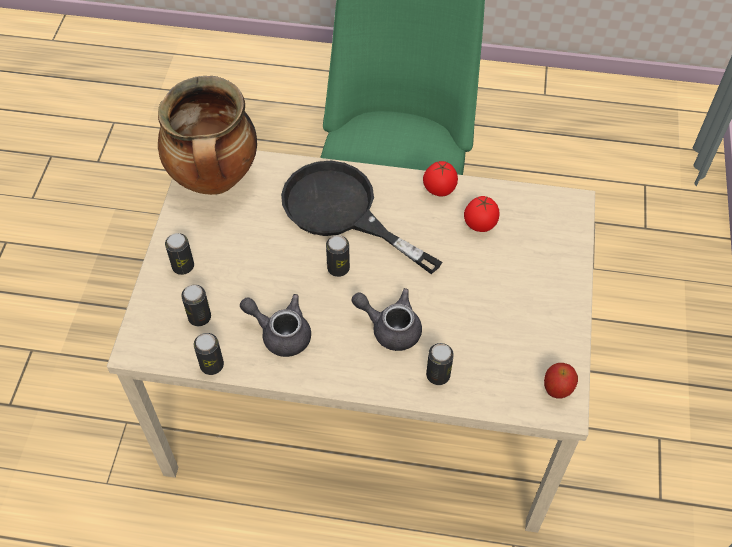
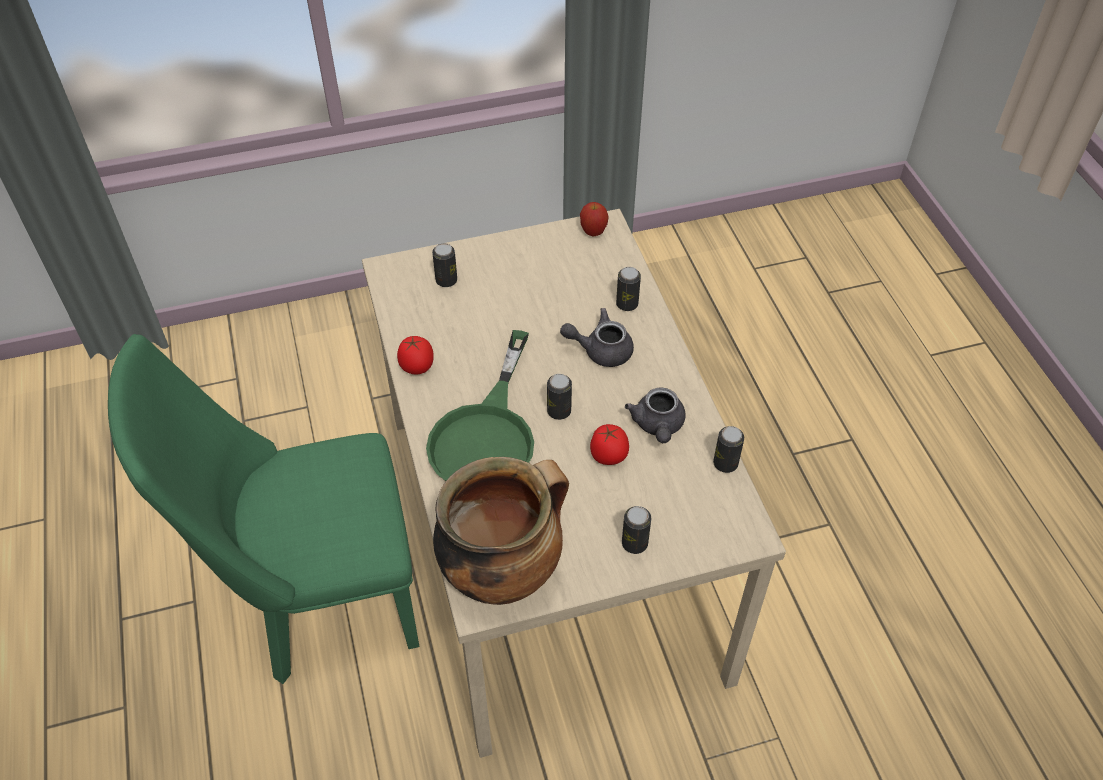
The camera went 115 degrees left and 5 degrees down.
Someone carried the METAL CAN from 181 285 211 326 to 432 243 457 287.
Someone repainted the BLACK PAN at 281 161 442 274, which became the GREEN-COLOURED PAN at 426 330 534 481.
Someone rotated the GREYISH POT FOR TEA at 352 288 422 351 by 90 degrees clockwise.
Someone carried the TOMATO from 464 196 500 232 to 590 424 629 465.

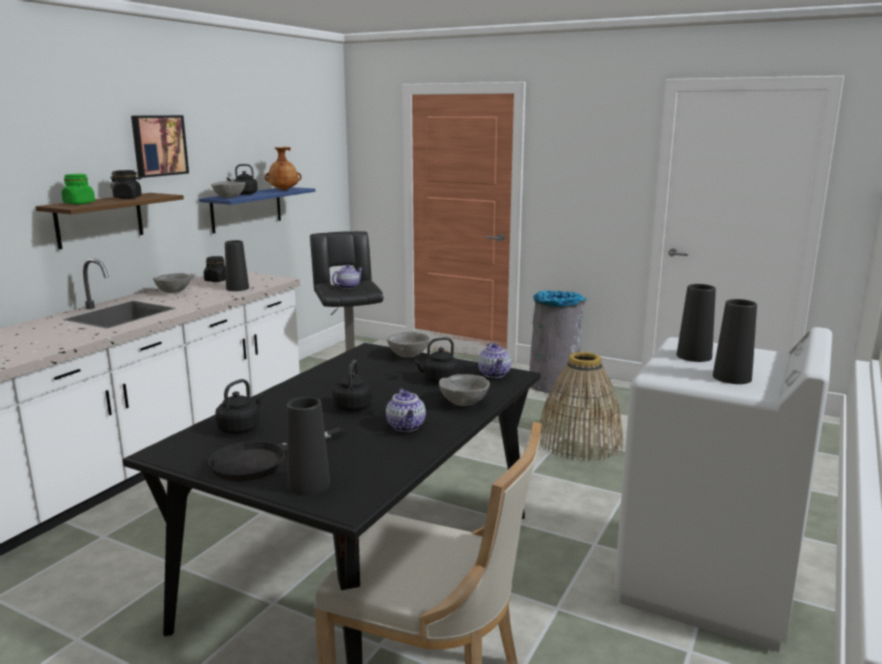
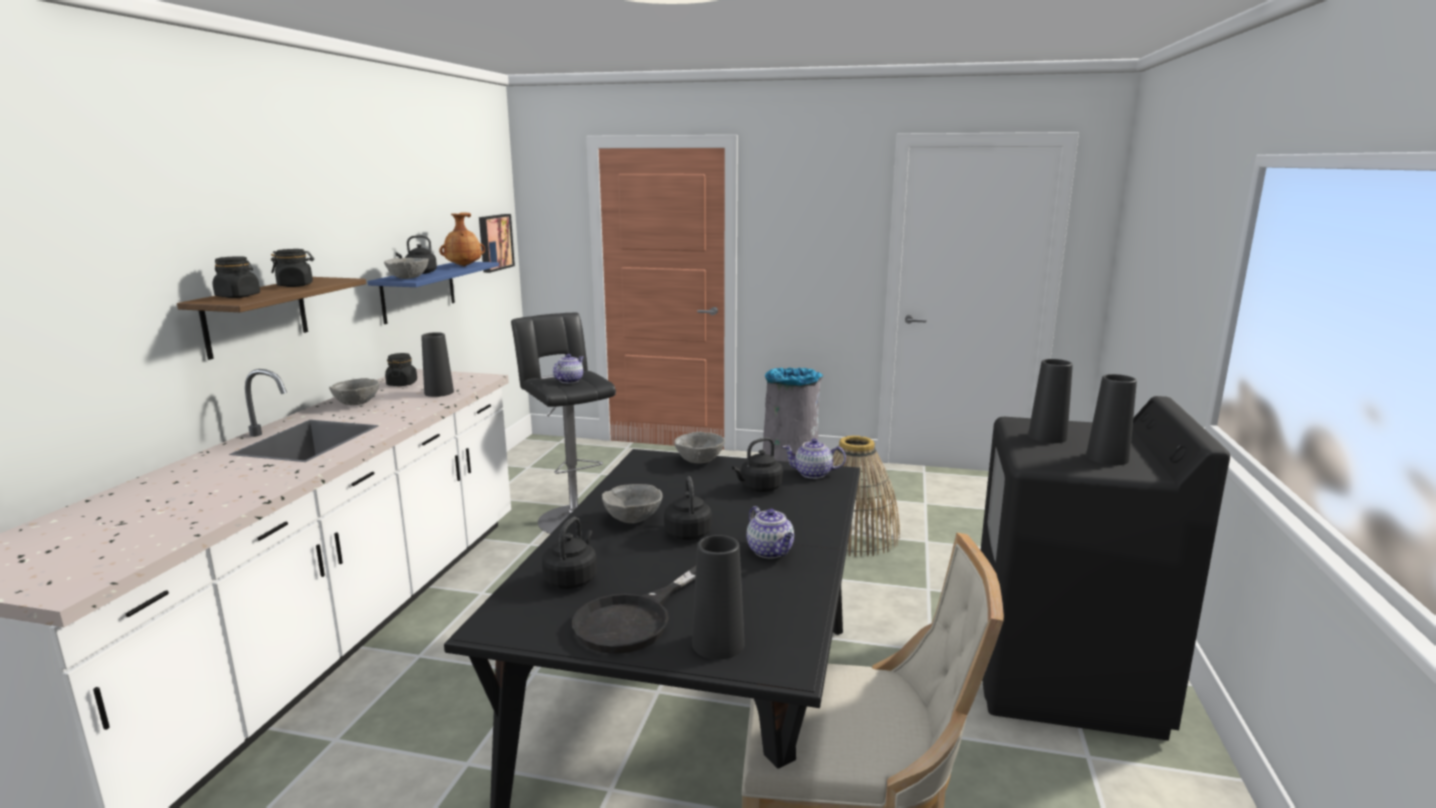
The camera went 15 degrees left and 0 degrees up.
Someone repainted the GREEN-COLOURED JAR at 61 174 95 204, which became the BLACK JAR at 212 256 260 298.
Someone carried the WALL PICTURE from 131 115 189 178 to 479 214 515 273.
Someone carried the GREYISH BOWL from 439 374 490 406 to 602 484 663 523.
Someone rotated the POT FOR TEA at 478 343 511 378 by 120 degrees clockwise.
Someone repainted the WHITE LAUNDRY MACHINE at 614 327 832 652, which became the BLACK LAUNDRY MACHINE at 981 396 1230 741.

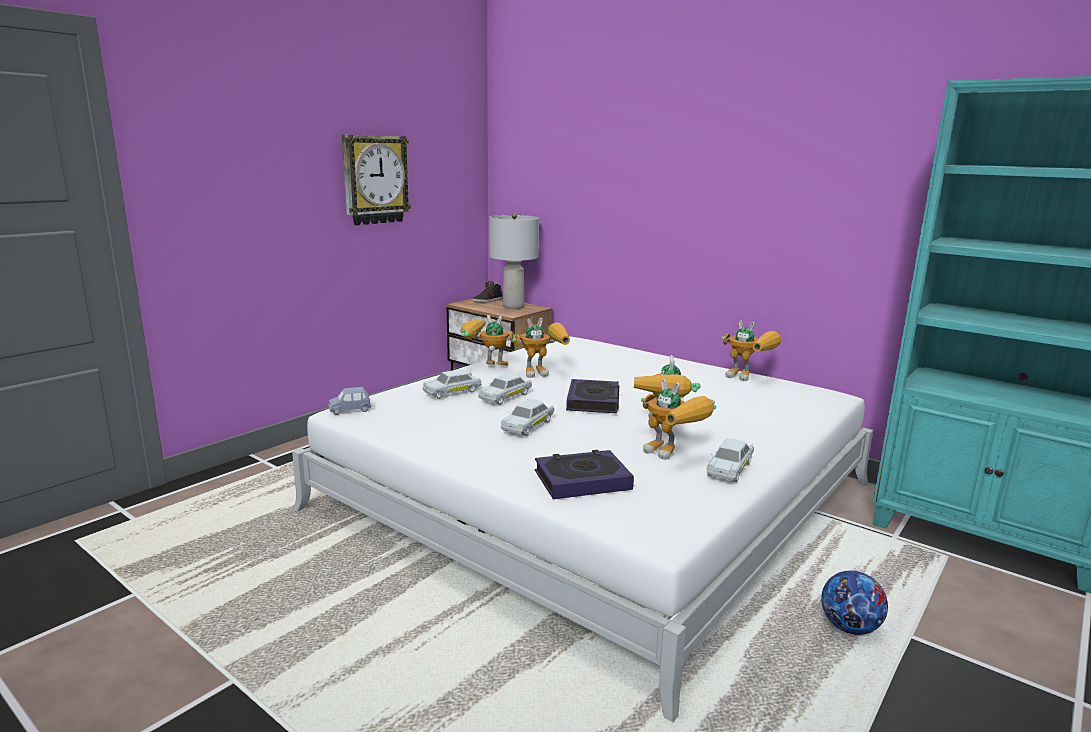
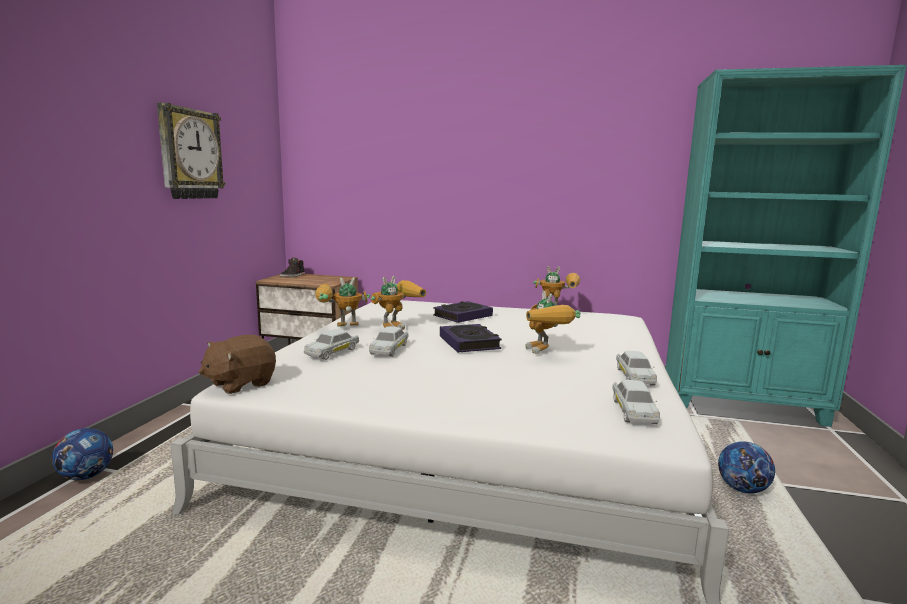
The camera went 25 degrees left and 5 degrees down.
Someone swapped the BLUE-COLOURED TOY CAR at 328 387 371 415 for the BROWNISH CUDDLY TOY at 199 335 276 394.
Someone took away the GREYISH LAMP FOR A TABLE at 489 213 539 309.
Someone carried the WHITE TOY CAR from 501 399 554 436 to 612 380 660 424.
Someone carried the VOLUME from 535 450 634 499 to 433 301 493 323.
Someone took away the MODEL ROBOT at 641 378 716 460.
Someone put down the BALL FOR FOOTBALL at 52 428 113 480.

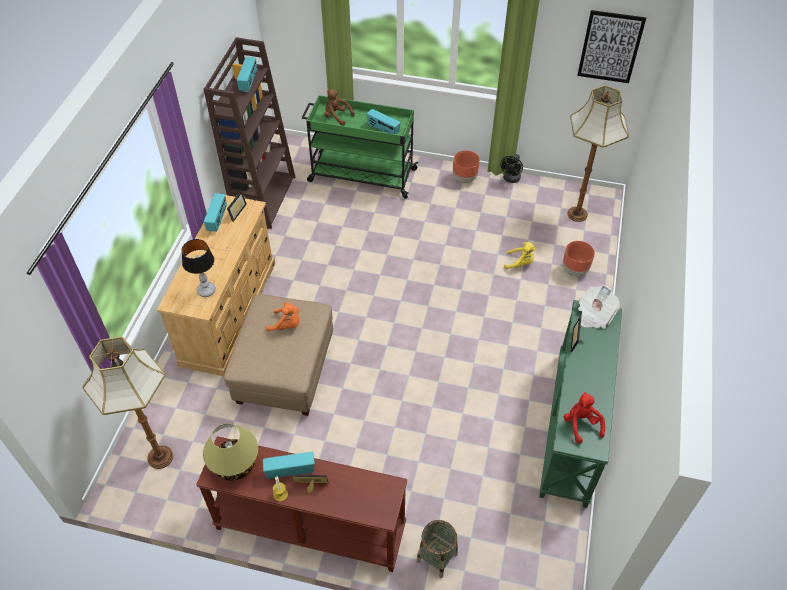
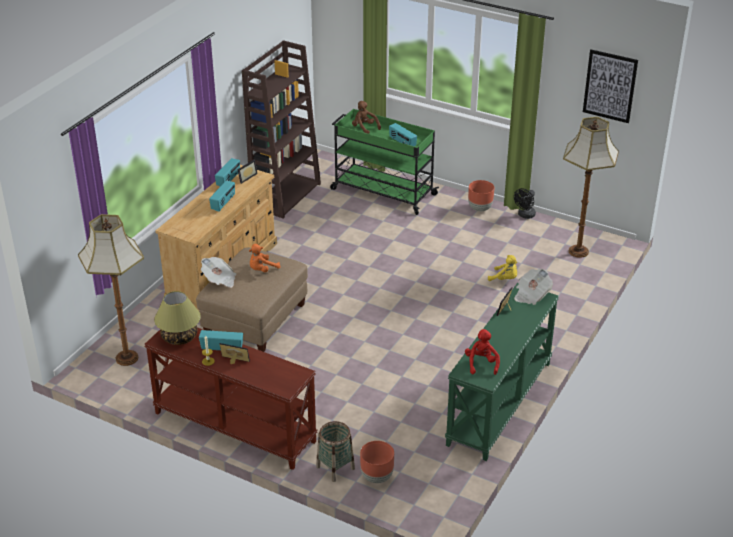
The camera went 15 degrees right and 15 degrees down.
Someone took away the LAMP FOR A TABLE at 181 239 216 297.
Someone carried the RADIO from 237 57 257 92 to 209 180 235 212.
Someone rotated the ORANGE CUDDLY TOY at 265 302 299 331 by 105 degrees clockwise.
Someone carried the BROWNISH PLANTER from 563 241 595 276 to 360 441 394 483.
Someone put down the DAILY PAPER at 201 257 236 288.

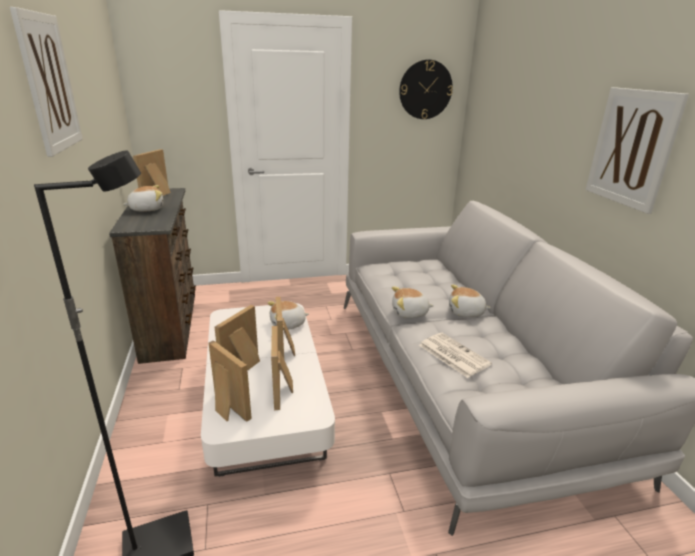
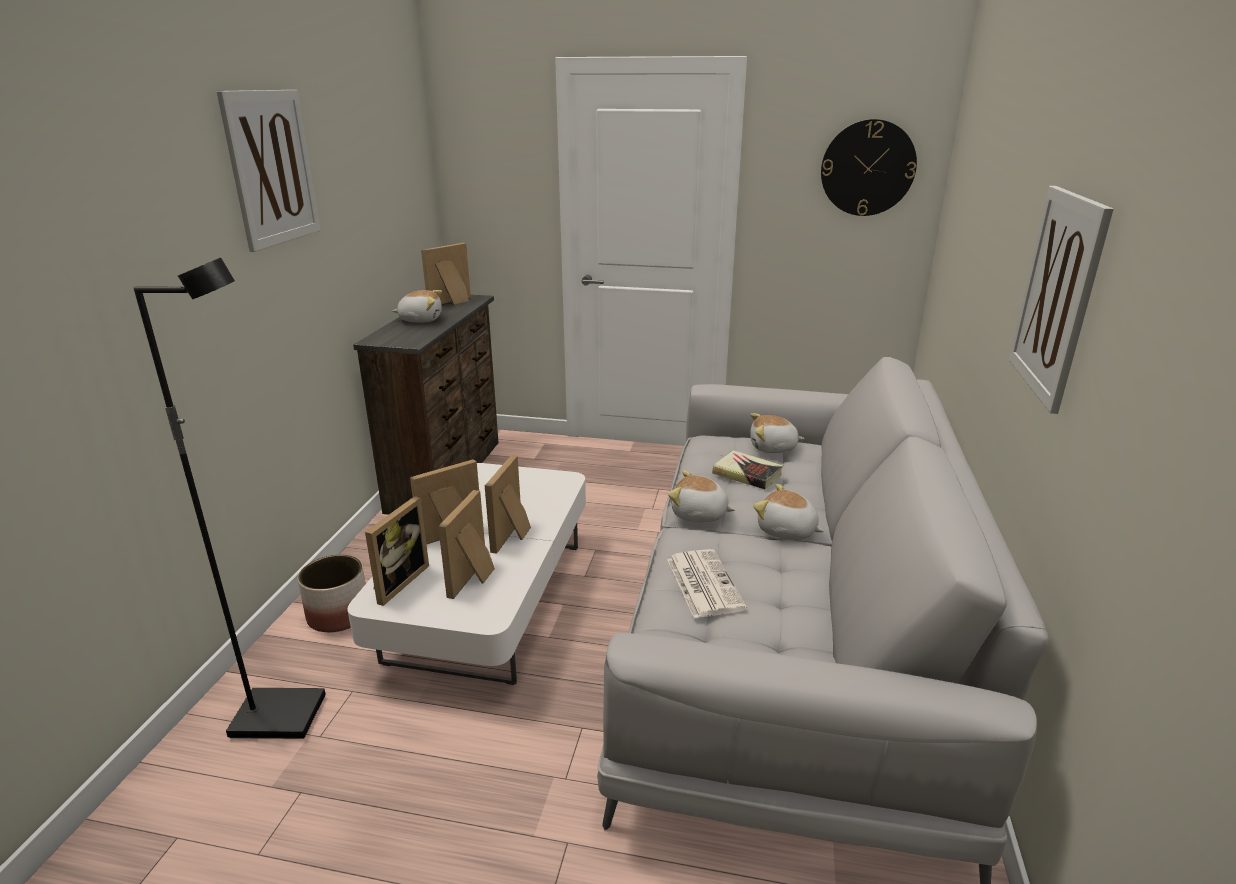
The camera went 25 degrees right and 0 degrees up.
Someone rotated the PHOTO FRAME at 209 340 252 422 by 45 degrees clockwise.
Someone carried the CUDDLY TOY from 267 301 309 330 to 750 413 805 453.
Someone put down the PLANTER at 298 555 366 632.
Someone put down the VOLUME at 712 450 783 489.

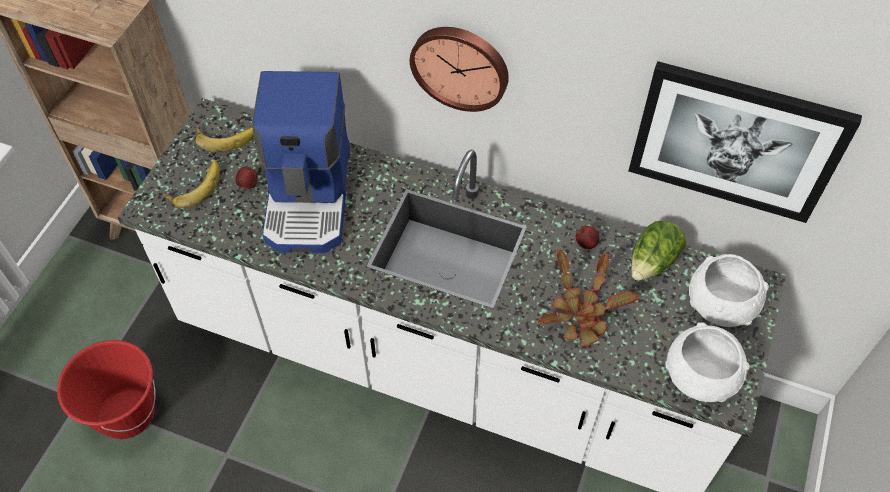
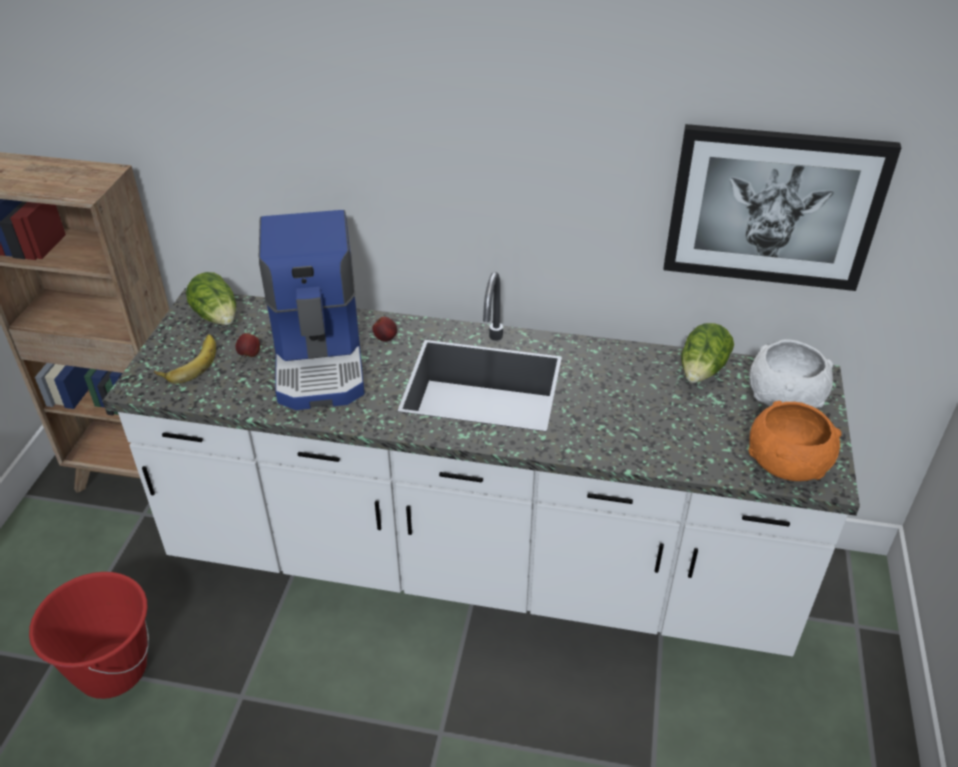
The camera went 10 degrees left and 15 degrees down.
Someone swapped the BANANA FRUIT at 195 125 255 152 for the LETTUCE HEAD at 186 272 236 325.
Someone took away the WALL CLOCK at 410 27 509 112.
Someone took away the PLANT IN A POT at 538 249 639 347.
Someone carried the APPLE FRUIT from 576 226 599 249 to 372 316 397 342.
Someone repainted the WHITE BOWL at 665 322 750 402, which became the ORANGE BOWL at 748 401 842 481.

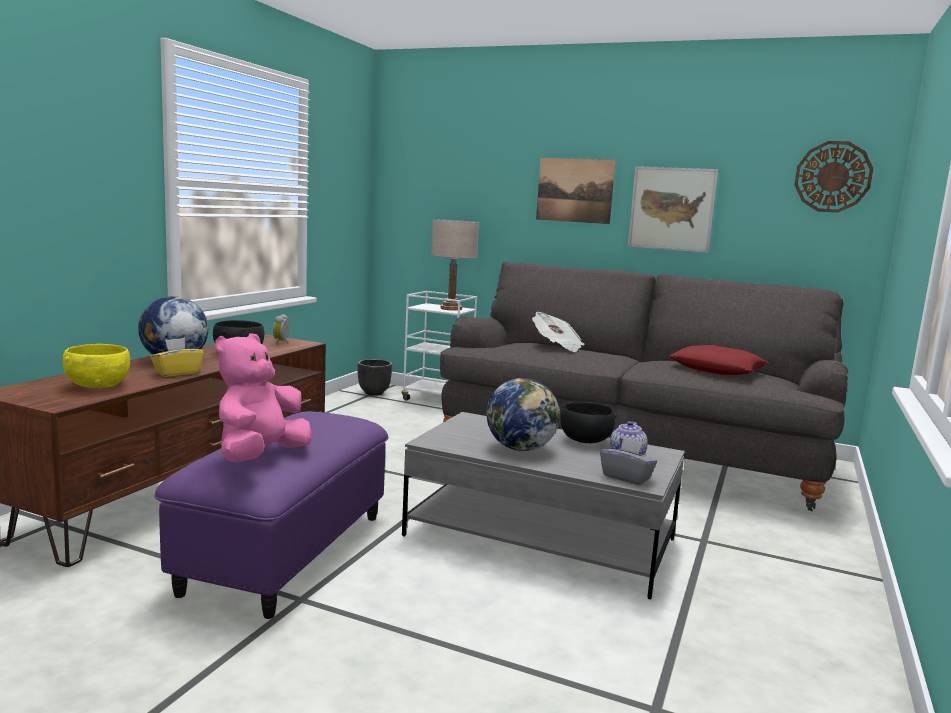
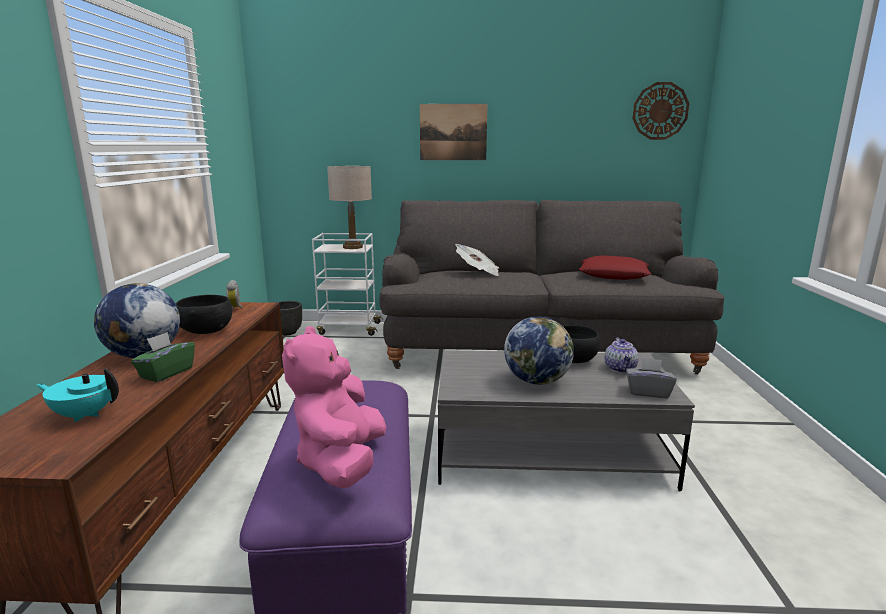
The camera went 20 degrees left and 5 degrees up.
Someone swapped the YELLOW-COLOURED BOWL at 63 344 130 388 for the TURQUOISE POT FOR TEA at 37 368 119 422.
Someone repainted the YELLOW-COLOURED BOX OF TISSUES at 150 338 204 377, which became the GREEN-COLOURED BOX OF TISSUES at 131 332 195 382.
Someone took away the WALL PICTURE at 628 166 718 253.

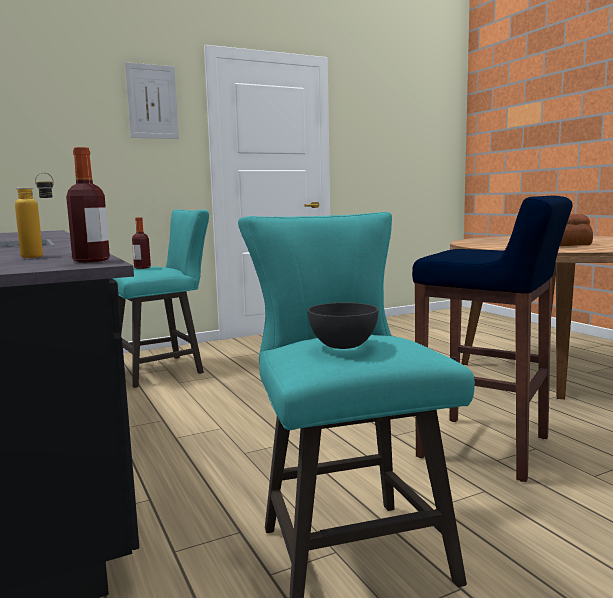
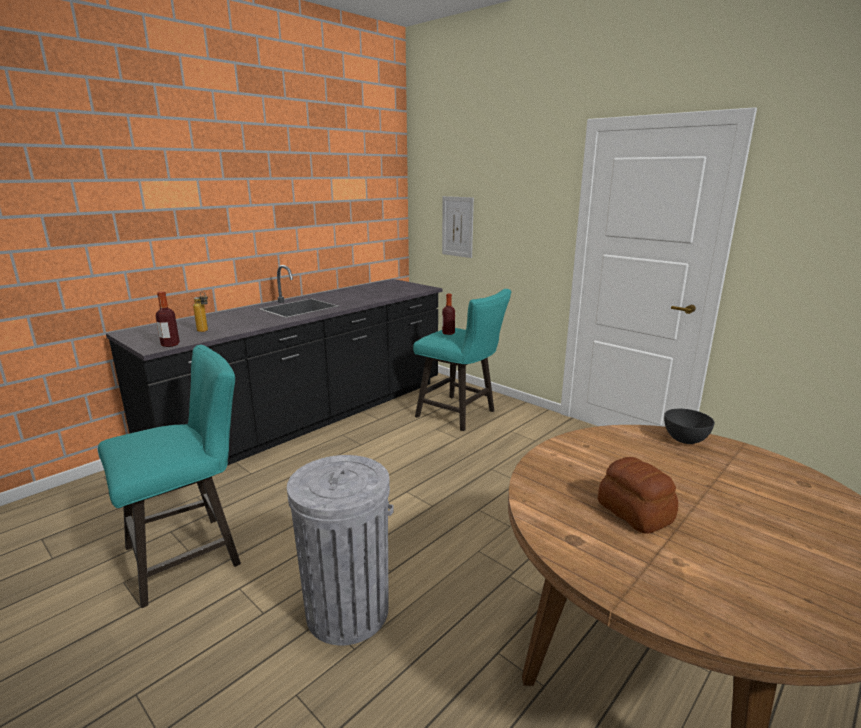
The camera went 70 degrees right and 10 degrees up.
Someone carried the WALL PICTURE from 125 62 179 139 to 442 196 474 258.
Someone carried the GREYISH BOWL from 307 303 378 349 to 664 409 715 444.
Someone swapped the BLUE-COLOURED STOOL SEAT at 412 196 573 482 for the GREYISH TRASH CAN at 287 455 393 645.

